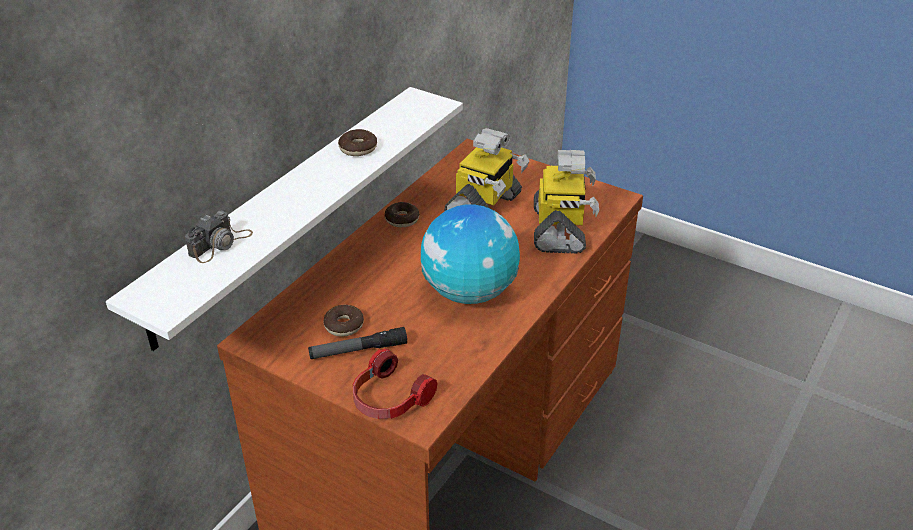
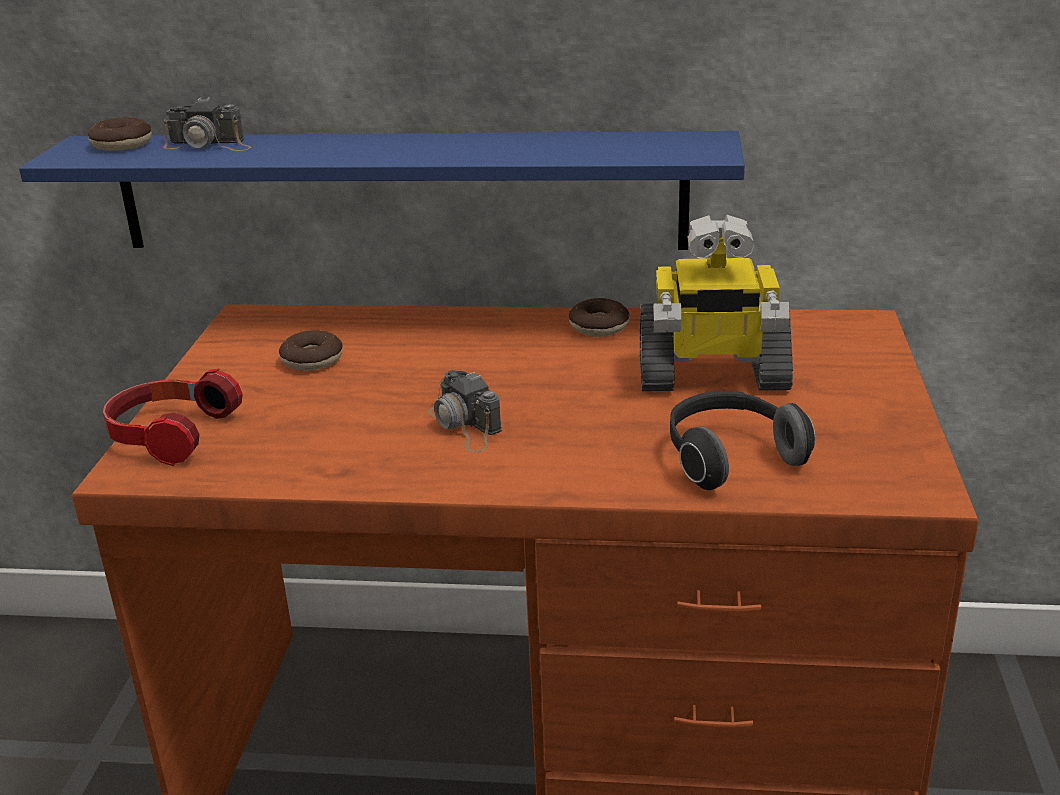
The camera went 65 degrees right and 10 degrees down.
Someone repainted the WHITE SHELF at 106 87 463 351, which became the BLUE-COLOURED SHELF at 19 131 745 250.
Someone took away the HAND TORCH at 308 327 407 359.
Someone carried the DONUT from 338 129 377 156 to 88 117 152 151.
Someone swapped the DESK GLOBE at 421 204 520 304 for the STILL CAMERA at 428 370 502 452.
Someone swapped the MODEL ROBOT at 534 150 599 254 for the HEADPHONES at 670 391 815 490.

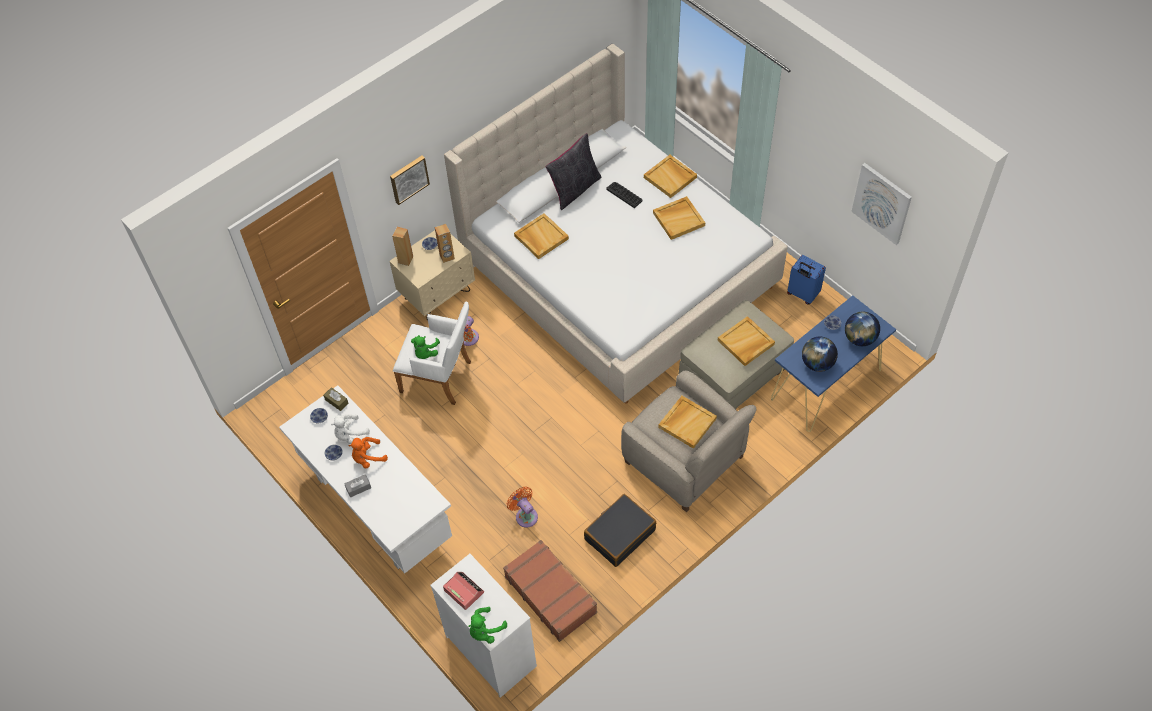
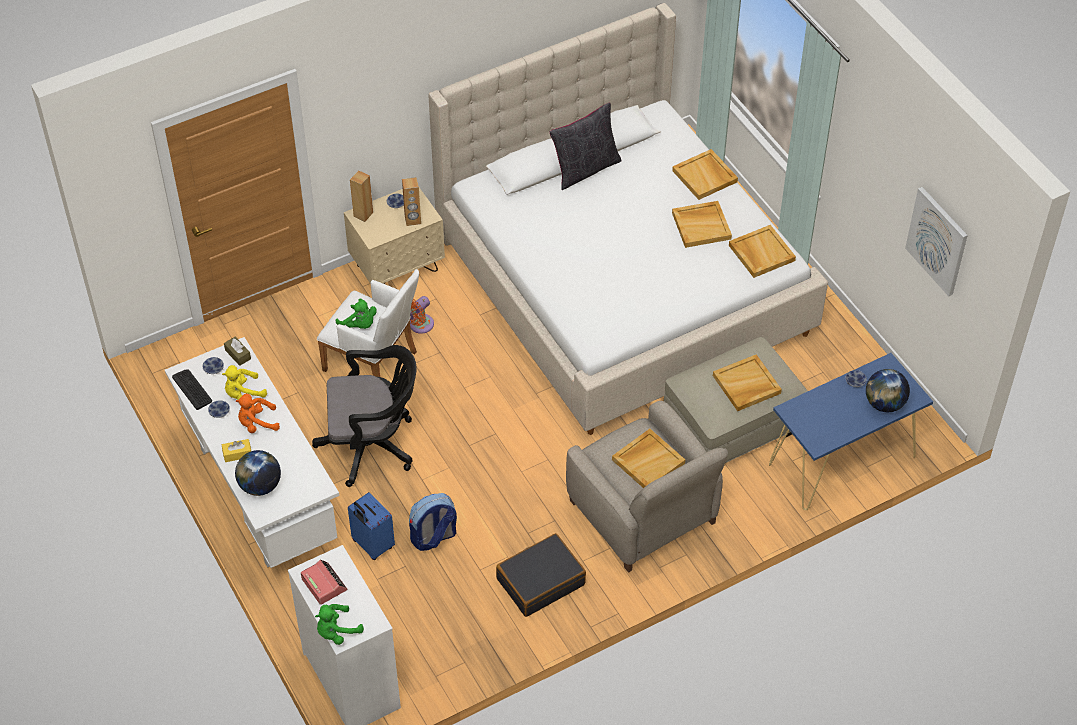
The camera went 10 degrees right and 5 degrees down.
Someone repainted the WHITE CUDDLY TOY at 331 414 370 444, which became the YELLOW-COLOURED CUDDLY TOY at 222 365 267 400.
Someone repainted the GREYISH BOX OF TISSUES at 344 474 371 497, which became the YELLOW-COLOURED BOX OF TISSUES at 222 439 251 462.
Someone took away the WALL PICTURE at 390 155 430 205.
Someone rotated the GREEN-COLOURED CUDDLY TOY at 411 335 440 359 by 75 degrees counterclockwise.
Someone took away the BROWNISH PIECE OF LUGGAGE at 503 540 597 642.
Someone swapped the ORANGE COOLING FAN at 506 487 538 528 for the BACKPACK at 409 493 457 551.
Someone carried the BEIGE TRAY from 514 213 569 259 to 729 225 796 278.
Someone carried the PC KEYBOARD from 606 182 643 208 to 172 369 212 410.
Someone carried the BLUE-COLOURED PIECE OF LUGGAGE from 787 255 826 304 to 348 492 395 560.
Someone carried the DESK GLOBE from 802 337 838 372 to 235 450 281 496.
Someone put down the BLACK COMPUTER CHAIR at 312 345 416 487.

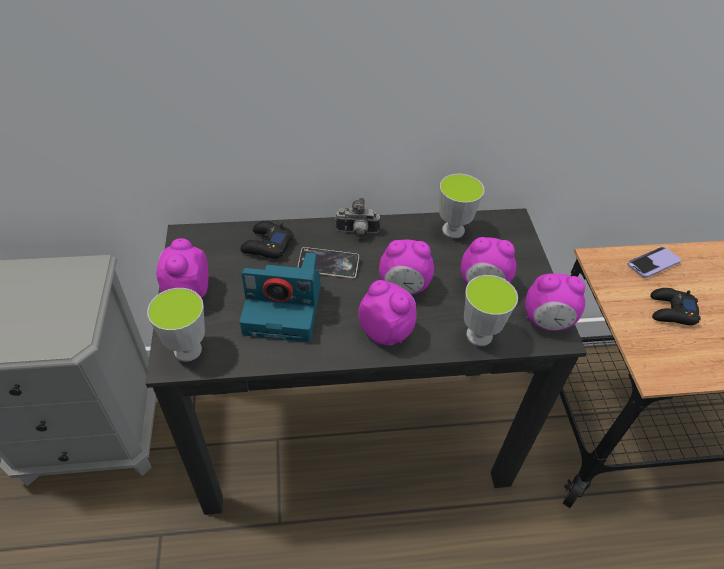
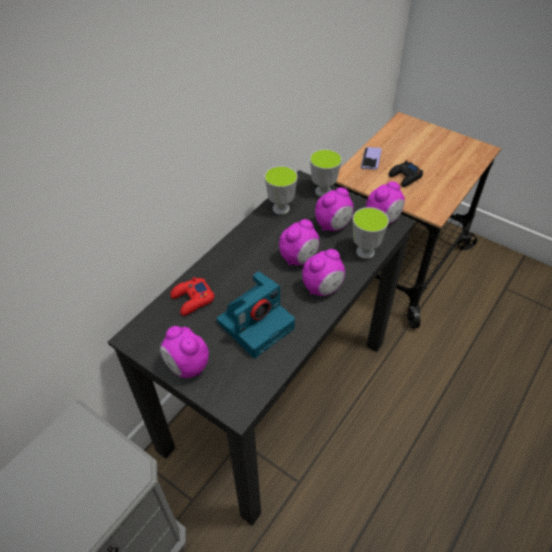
The camera went 45 degrees left and 0 degrees up.
Someone carried the DRINKING CUP from 147 288 205 362 to 310 149 342 197.
Someone repainted the BLACK JOYPAD at 240 221 293 259, which became the RED-COLOURED JOYPAD at 170 277 215 316.
Someone took away the TELEPHONE at 297 247 359 278.
Someone took away the STILL CAMERA at 335 198 380 238.
Someone rotated the TABLE CLOCK at 358 280 417 346 by 150 degrees clockwise.

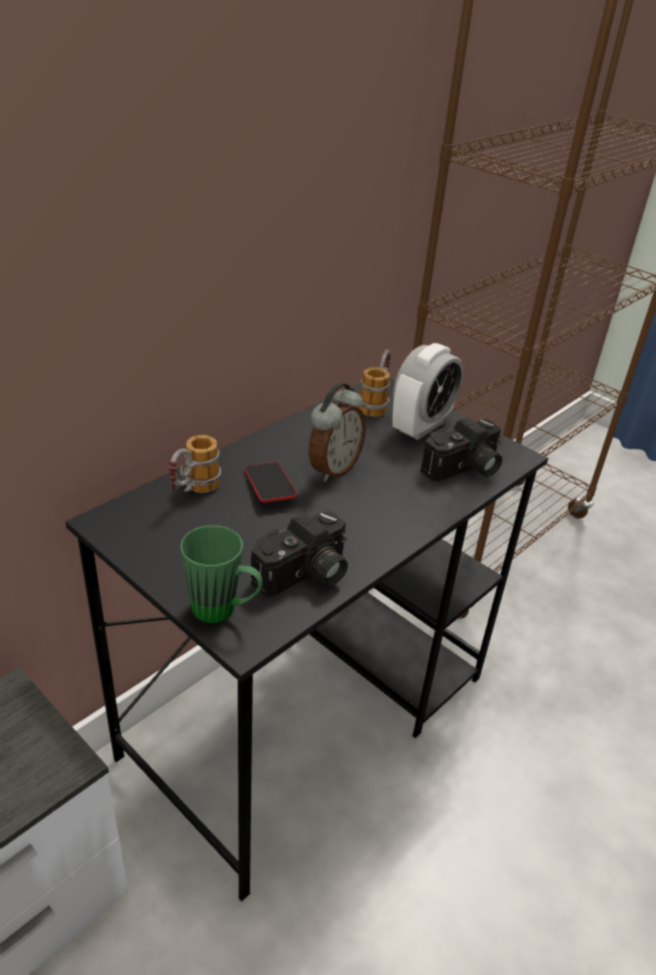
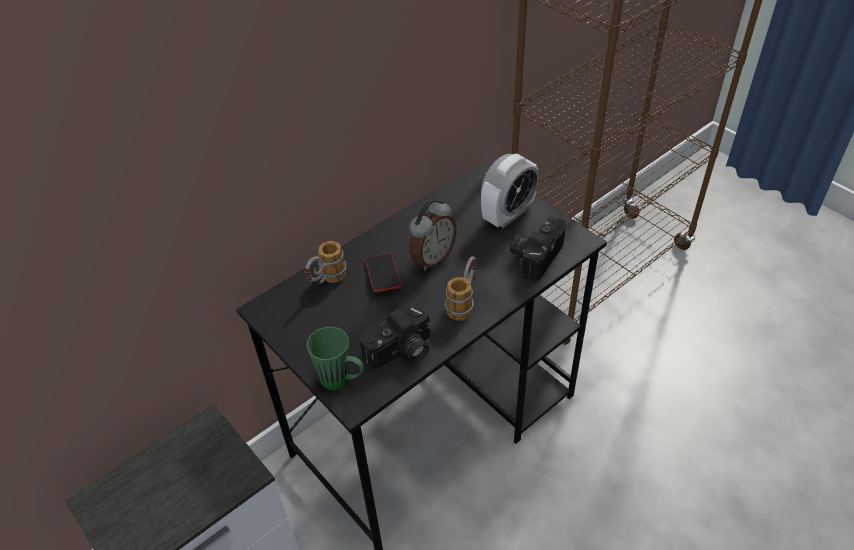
The camera went 10 degrees right and 10 degrees up.
Someone carried the TEA MUG from 358 349 391 417 to 445 256 476 321.
Someone rotated the STILL CAMERA at 421 417 502 481 by 150 degrees clockwise.

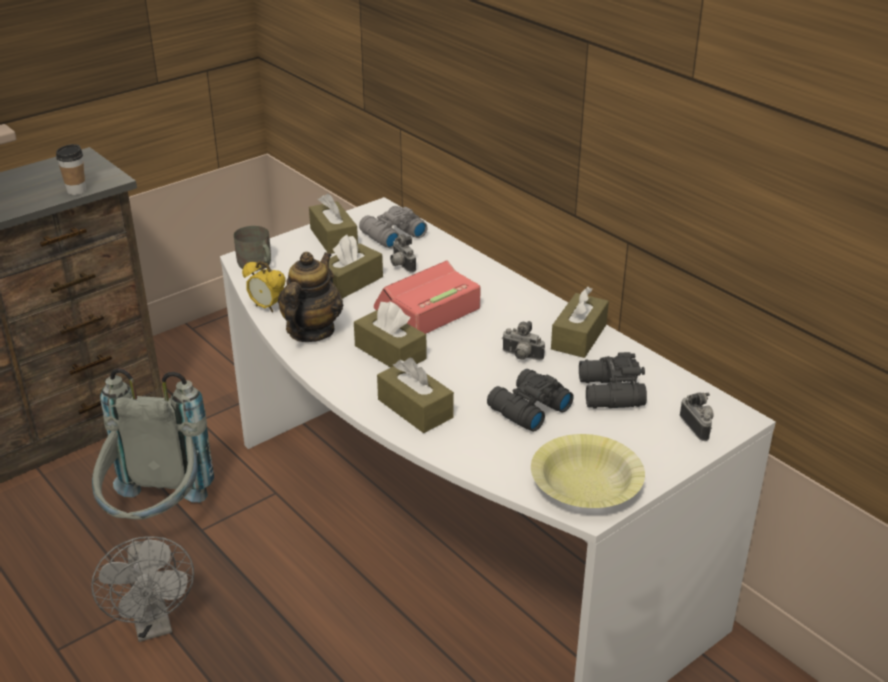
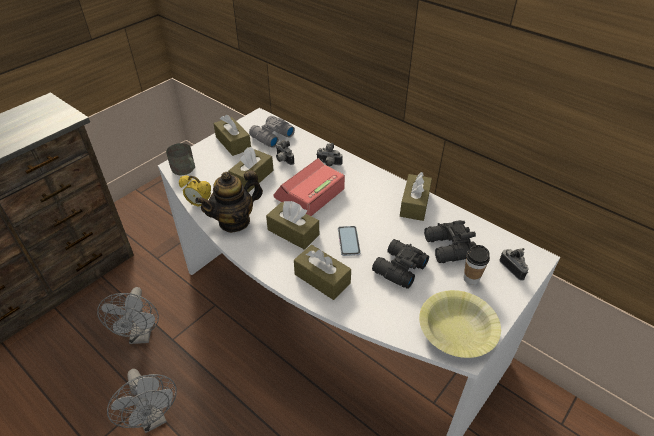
The camera went 10 degrees left and 10 degrees up.
Someone carried the DRINKING CUP from 56 144 86 195 to 464 245 490 285.
Someone swapped the GREYISH BACKPACK at 92 368 214 520 for the GREYISH COOLING FAN at 97 287 159 344.
Someone rotated the POT FOR TEA at 278 252 343 342 by 135 degrees counterclockwise.
Someone carried the STILL CAMERA from 502 321 545 360 to 316 143 343 166.
Someone put down the TELEPHONE at 338 226 361 256.

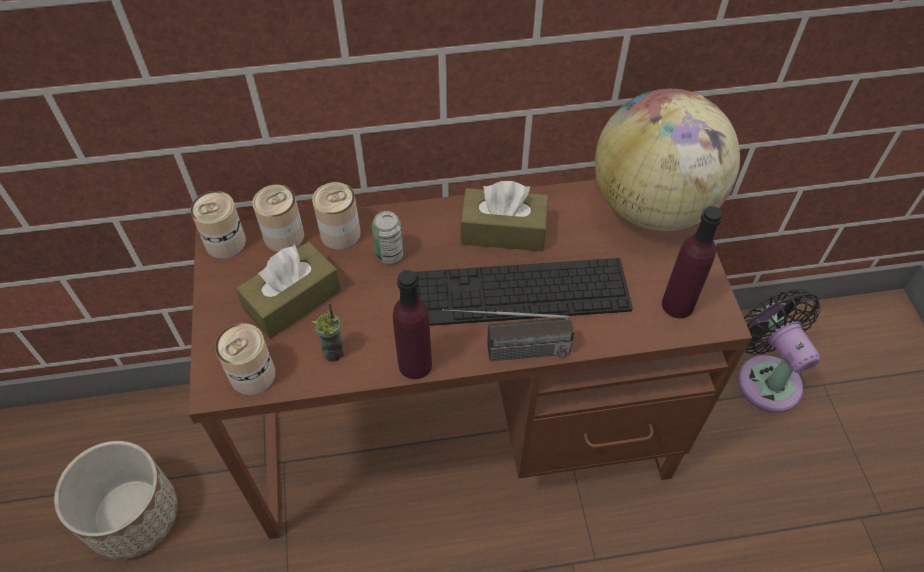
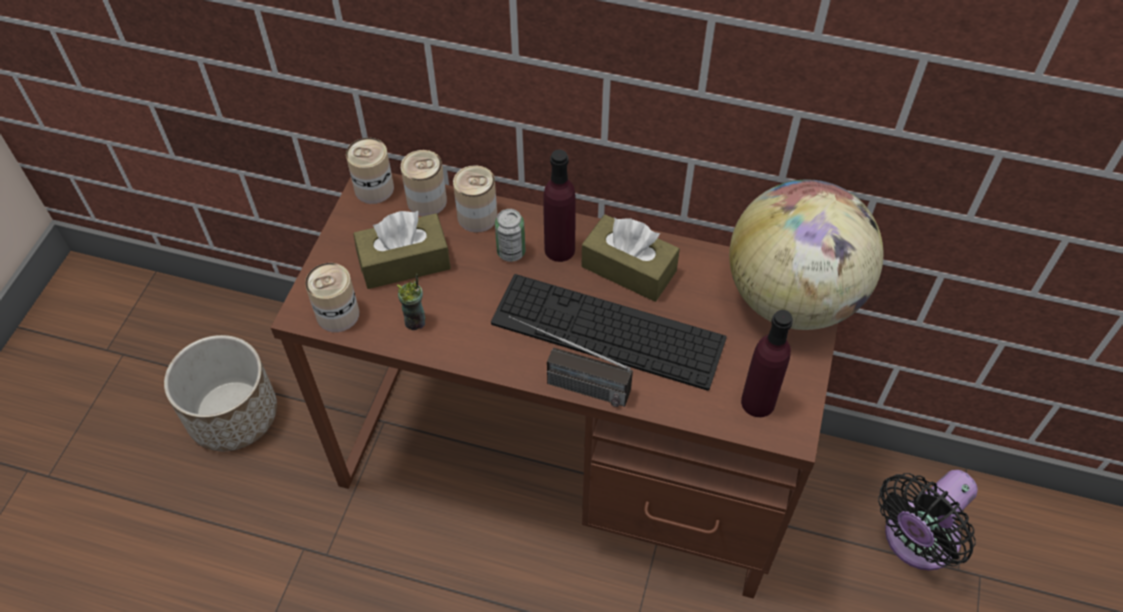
The camera went 25 degrees right and 0 degrees up.
Someone carried the PURPLE-COLOURED BEVERAGE BOTTLE from 393 270 432 379 to 543 149 576 262.
Someone rotated the BLACK COOLING FAN at 738 289 821 413 by 135 degrees counterclockwise.

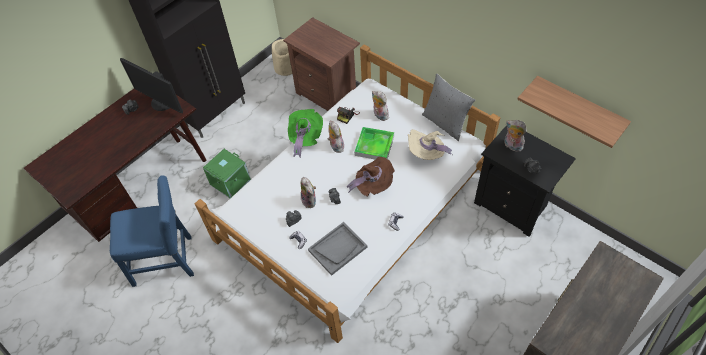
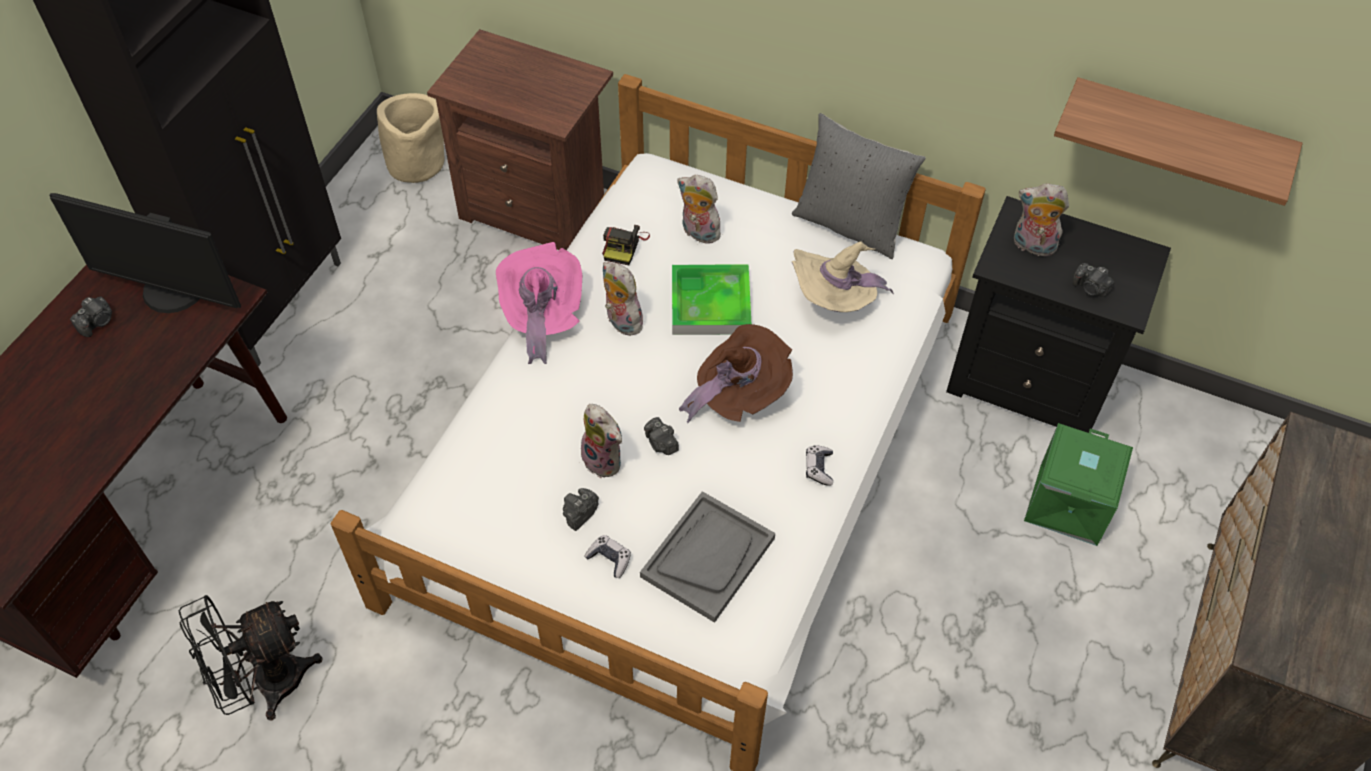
The camera went 20 degrees left and 0 degrees up.
Someone swapped the BLUE-COLOURED PLAIN CHAIR at 110 175 194 287 for the BLACK COOLING FAN at 179 595 323 721.
Someone carried the GREEN-COLOURED STORAGE BOX from 203 149 251 199 to 1024 423 1133 546.
Someone repainted the GREEN-COLOURED CLOTHING HAT at 288 109 323 158, which became the PINK CLOTHING HAT at 496 242 582 364.

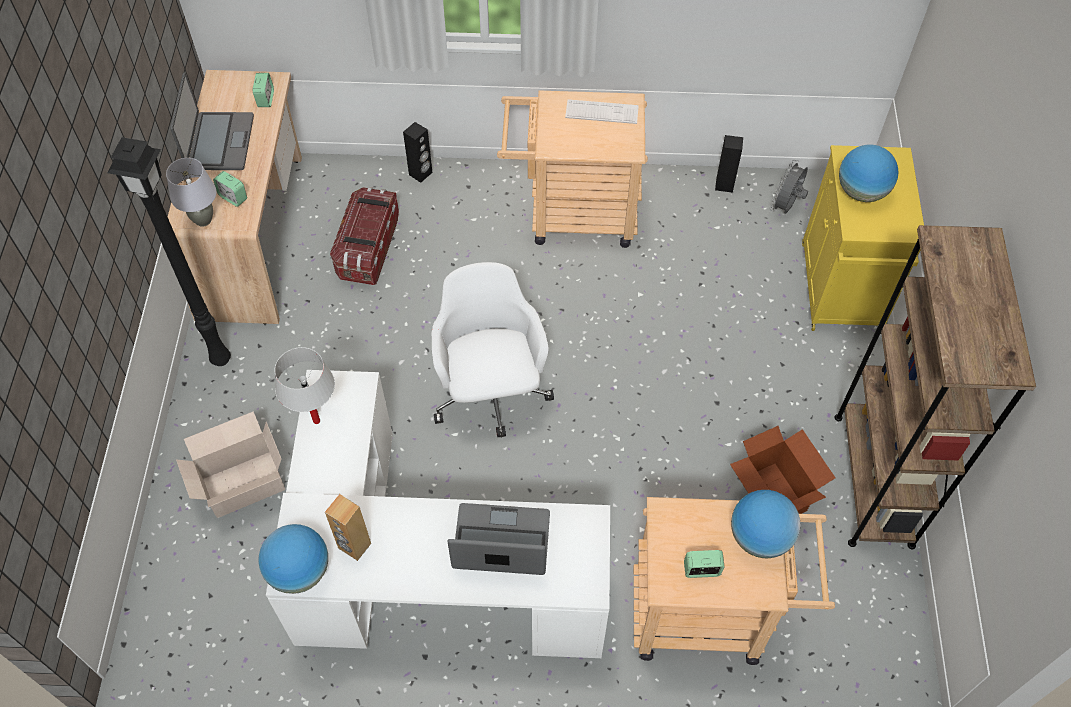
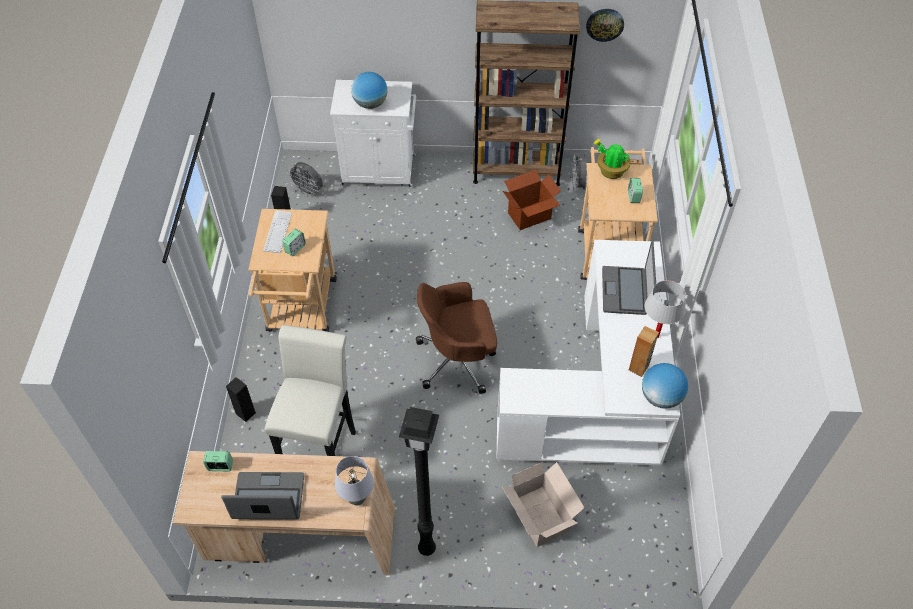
The camera went 90 degrees left and 5 degrees down.
Someone carried the TABLE CLOCK from 213 171 247 207 to 282 229 306 256.
Someone carried the WHITE LAMP FOR A TABLE from 274 347 335 424 to 645 280 686 338.
Someone swapped the STORAGE BOX at 330 187 399 285 for the WHITE STOOL SEAT at 265 325 356 456.
Someone repainted the WHITE COMPUTER CHAIR at 431 262 554 438, which became the BROWNISH COMPUTER CHAIR at 416 282 497 394.
Someone swapped the DESK GLOBE at 731 490 801 558 for the PLANT IN A POT at 594 139 631 179.
Someone repainted the YELLOW-COLOURED CABINET at 802 145 924 331, which became the WHITE CABINET at 330 80 416 188.
Someone put down the GREYISH COOLING FAN at 572 153 587 191.
Someone put up the WALL CLOCK at 586 9 624 42.

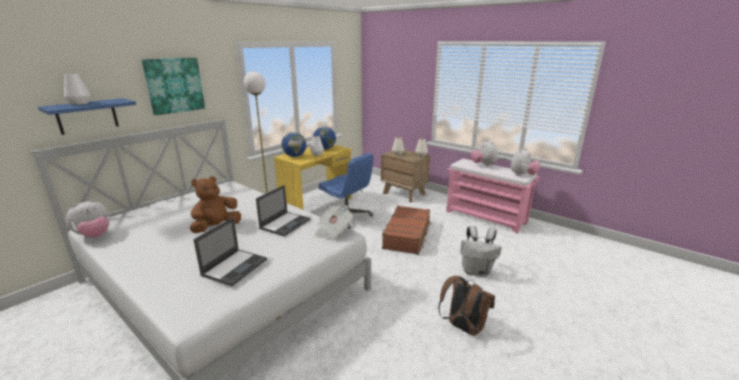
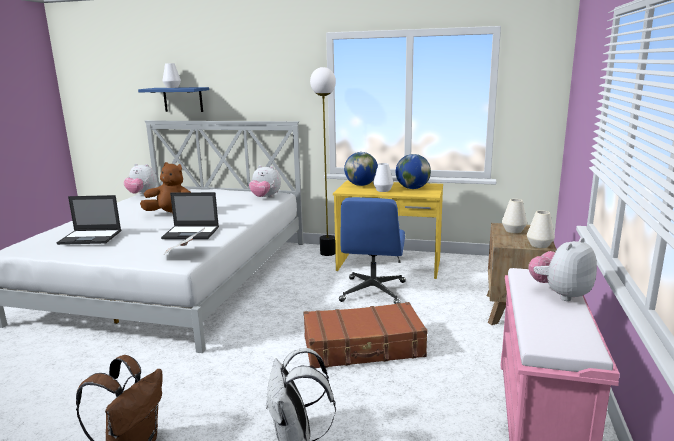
The camera went 65 degrees right and 5 degrees down.
Someone took away the WALL PICTURE at 141 57 205 115.
Someone carried the CUDDLY TOY from 510 148 541 176 to 249 165 281 197.

